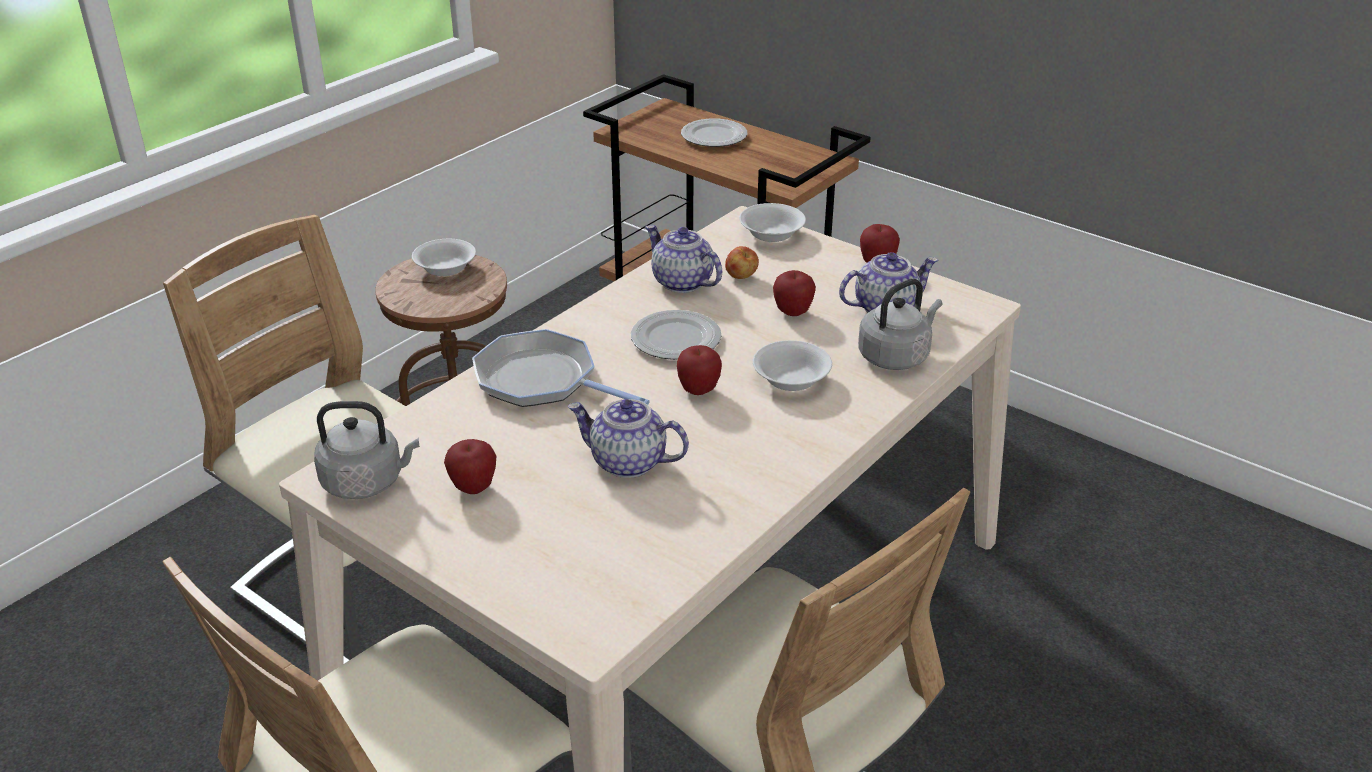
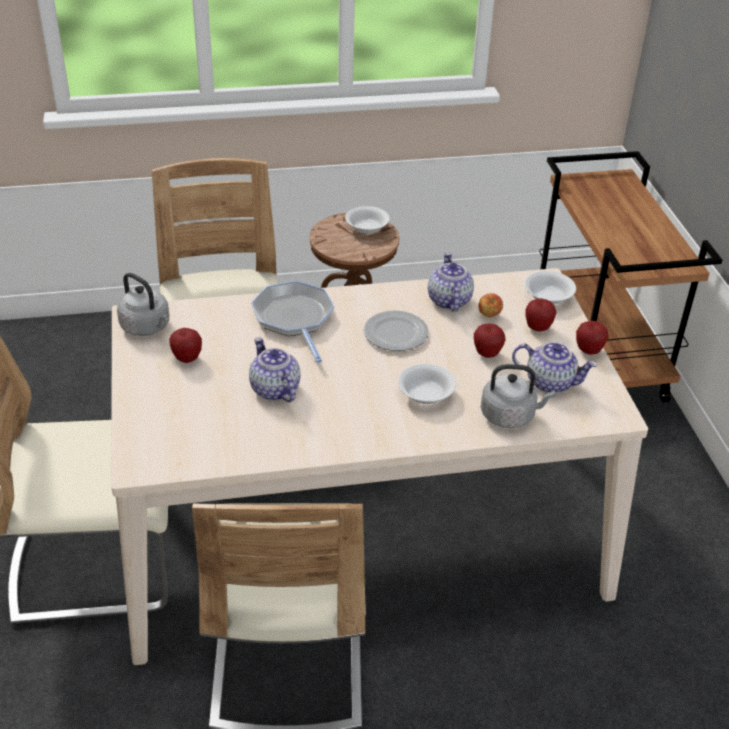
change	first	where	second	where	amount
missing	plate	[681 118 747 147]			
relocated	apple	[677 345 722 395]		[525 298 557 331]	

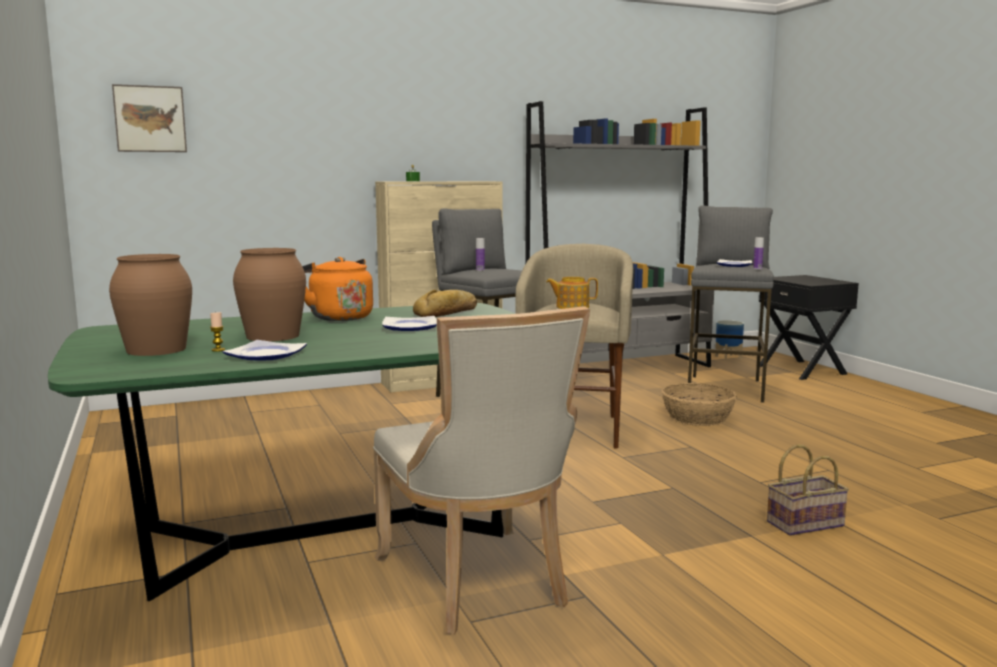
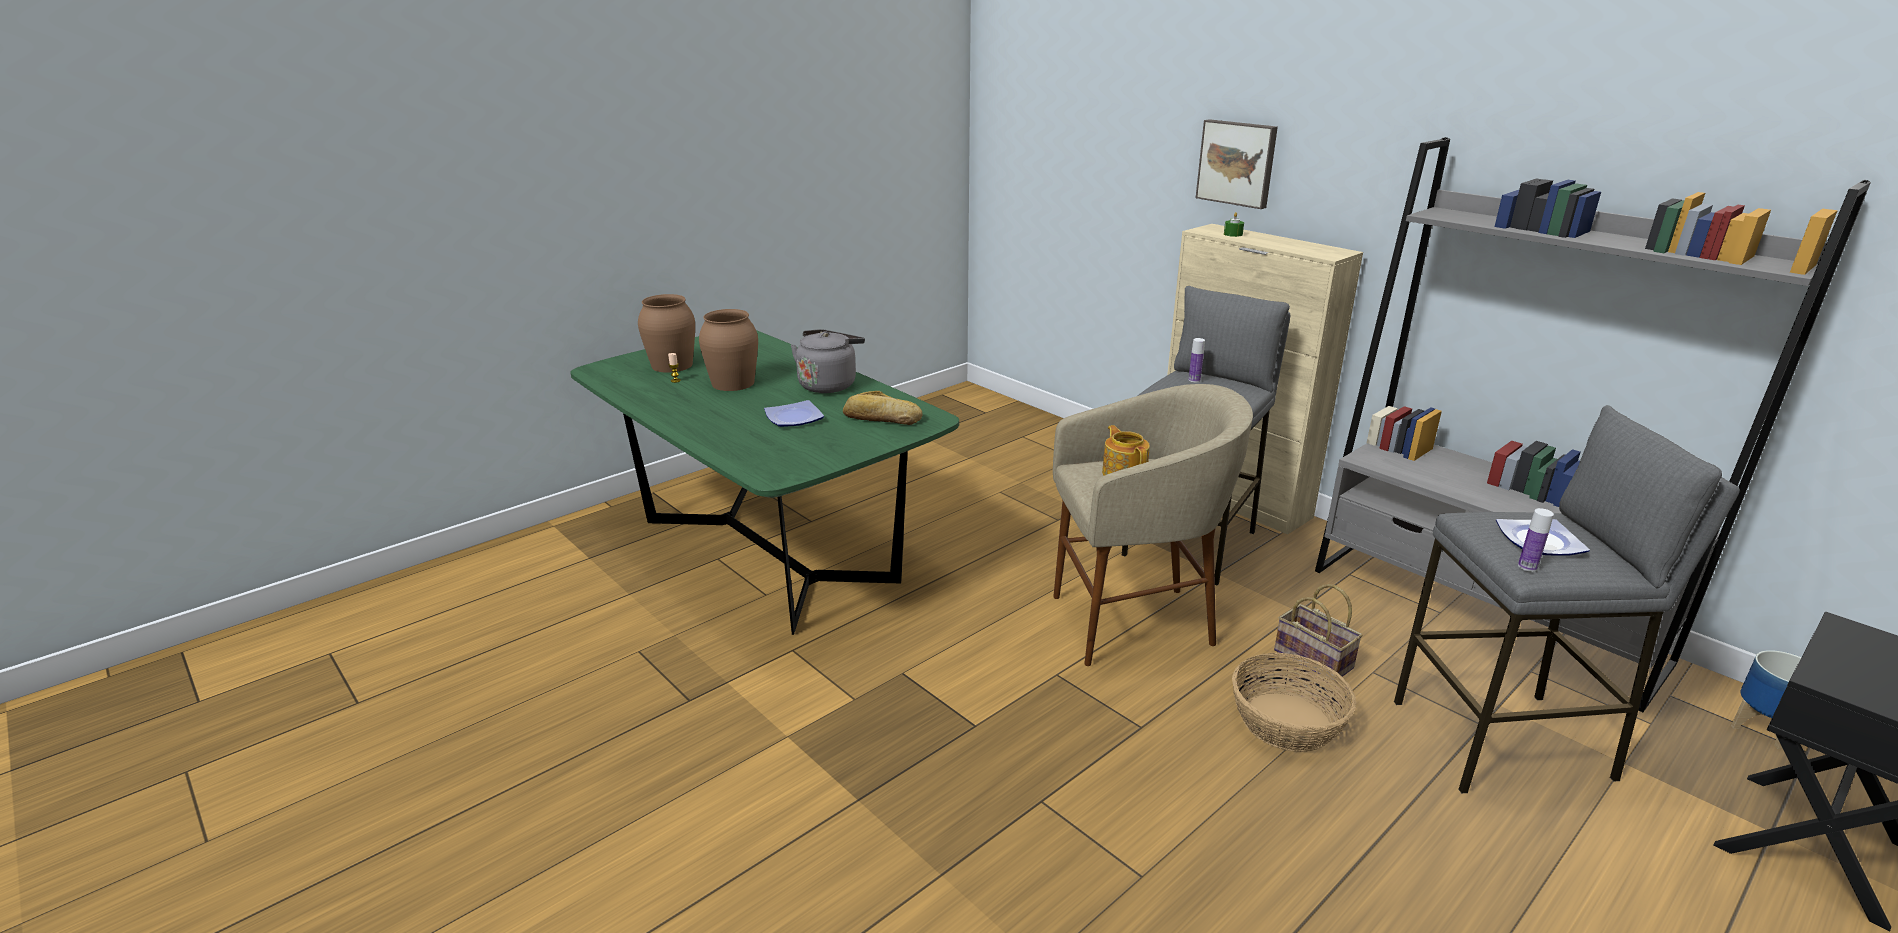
change	first	where	second	where	amount
relocated	picture	[112 84 187 152]		[1196 119 1278 209]	
colour	orange kettle	[302 257 373 321]	grey kettle	[791 329 865 393]	
missing	beige chair	[373 306 590 634]			
missing	plate	[222 340 307 361]			
relocated	basket	[767 445 849 536]		[1274 584 1363 679]	

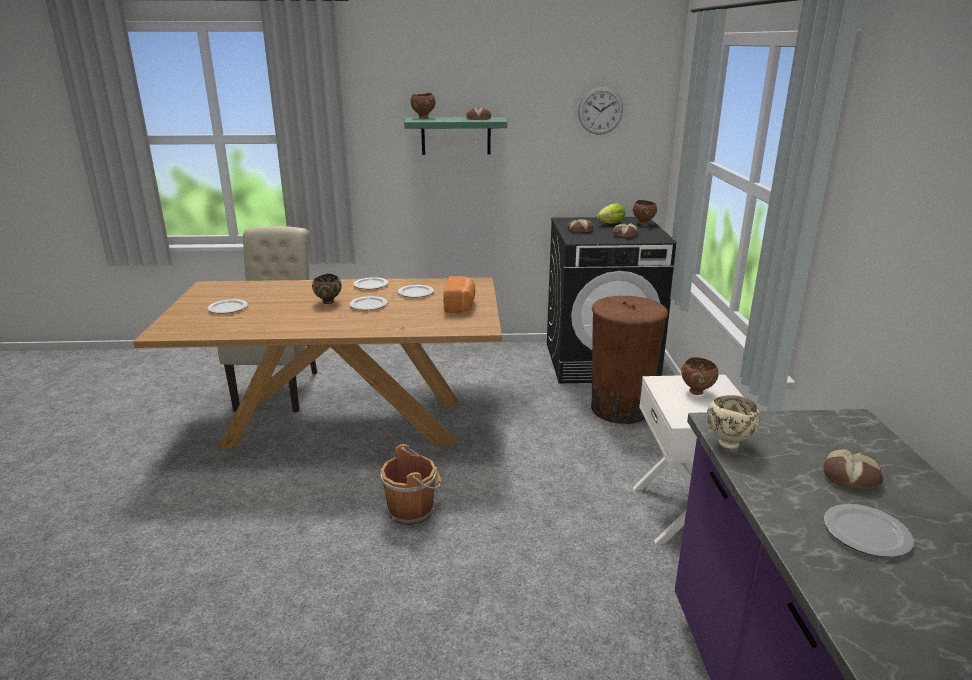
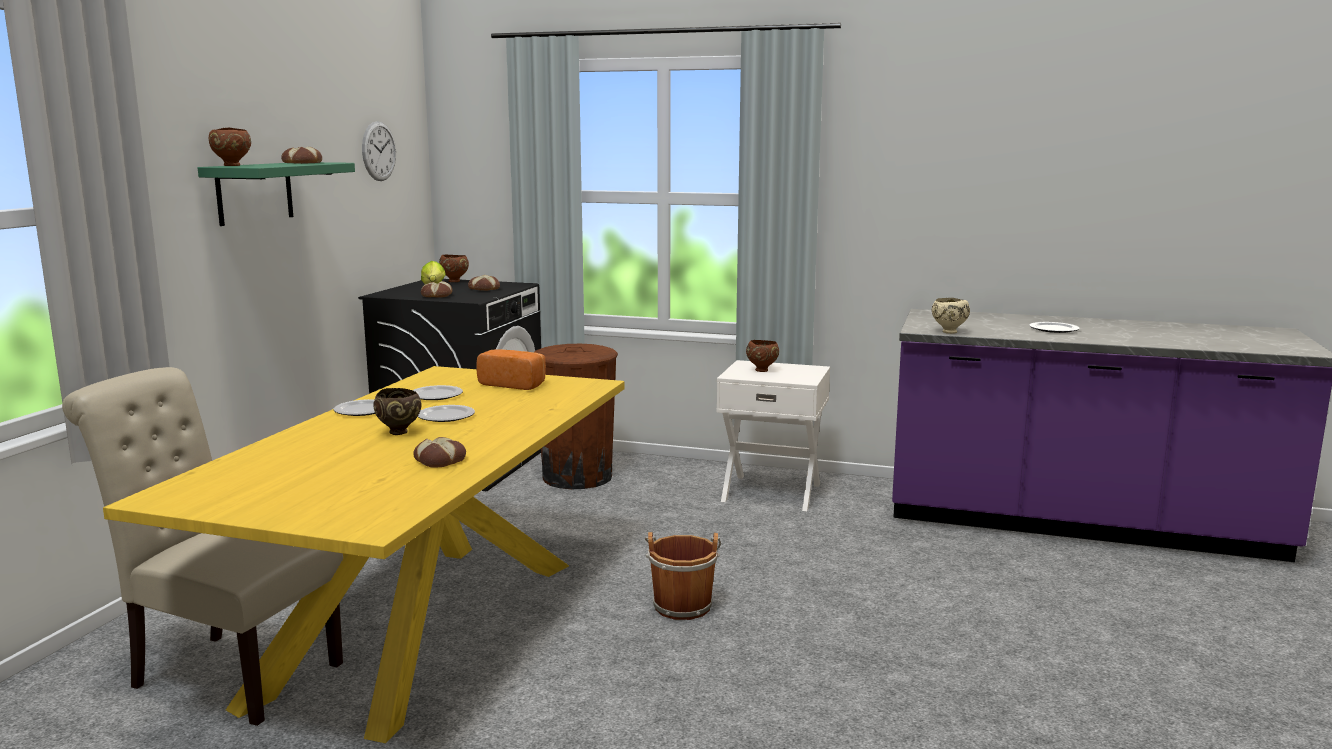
change	first	where	second	where	amount
colour	brown dining table	[133 277 502 449]	yellow dining table	[103 366 625 743]	
missing	plate	[207 299 248 314]			
relocated	bread	[824 448 883 490]		[413 437 466 468]	

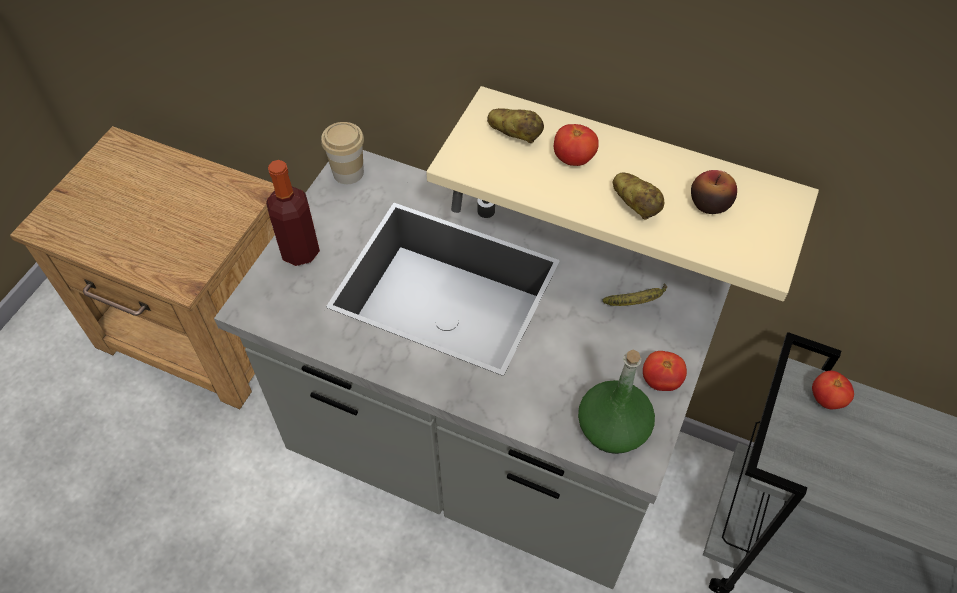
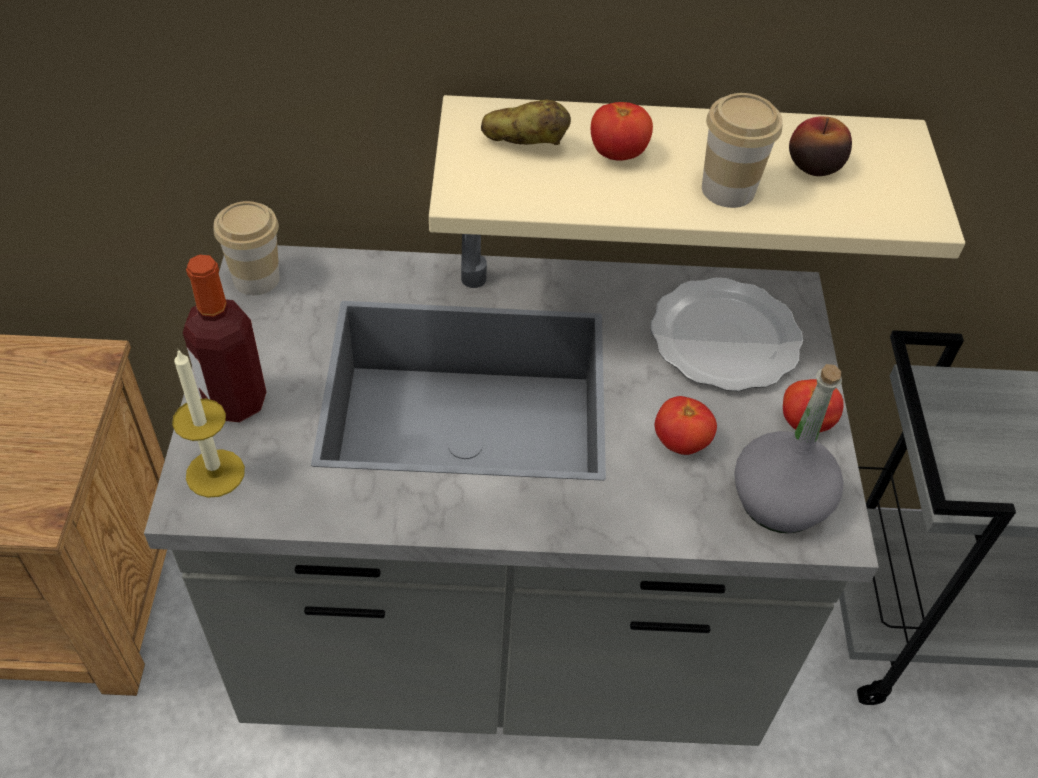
change	first	where	second	where	amount
exchanged	potato	[612 173 665 220]	cup	[702 93 783 208]	
exchanged	banana	[603 283 667 306]	plate	[651 278 803 391]	
colour	green bottle	[578 349 655 454]	grey bottle	[734 364 844 533]	
relocated	tomato	[812 371 854 409]		[655 396 717 455]	
appeared			candle	[172 349 245 498]	

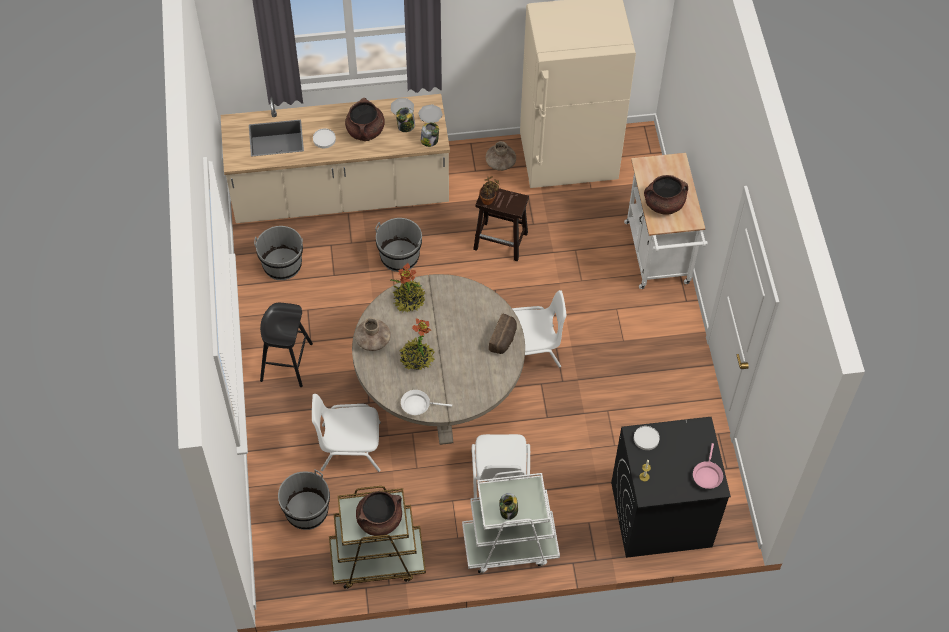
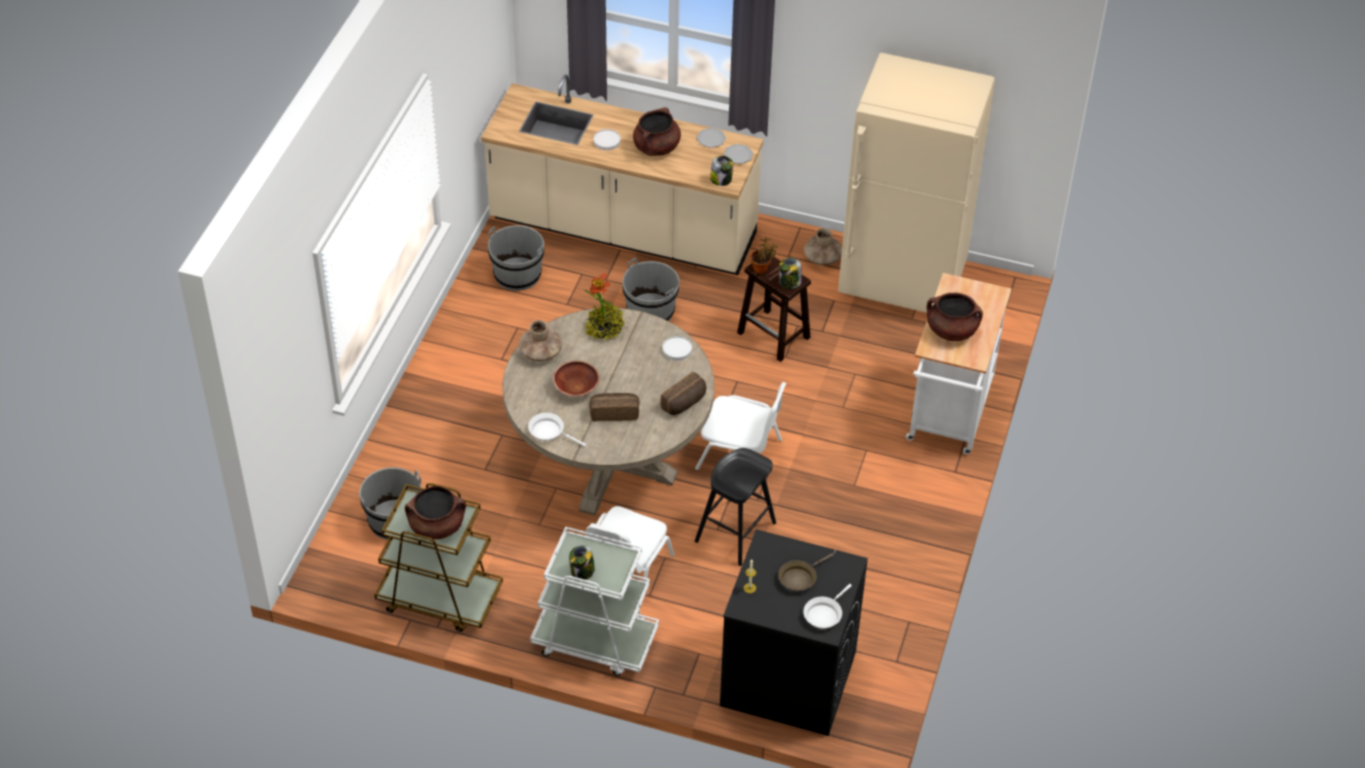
change	first	where	second	where	amount
relocated	jar	[396 108 415 132]		[779 257 802 289]	
relocated	black stool	[260 303 313 387]		[695 448 776 566]	
exchanged	potted plant	[400 318 435 371]	brown bowl	[553 361 600 396]	
missing	white chair	[312 394 381 472]			
relocated	white plate	[634 426 660 450]		[663 336 692 361]	
colour	pink frying pan	[693 443 723 489]	white frying pan	[803 584 852 629]	
appeared			bread	[589 393 640 422]	
appeared			brown frying pan	[778 553 833 592]	

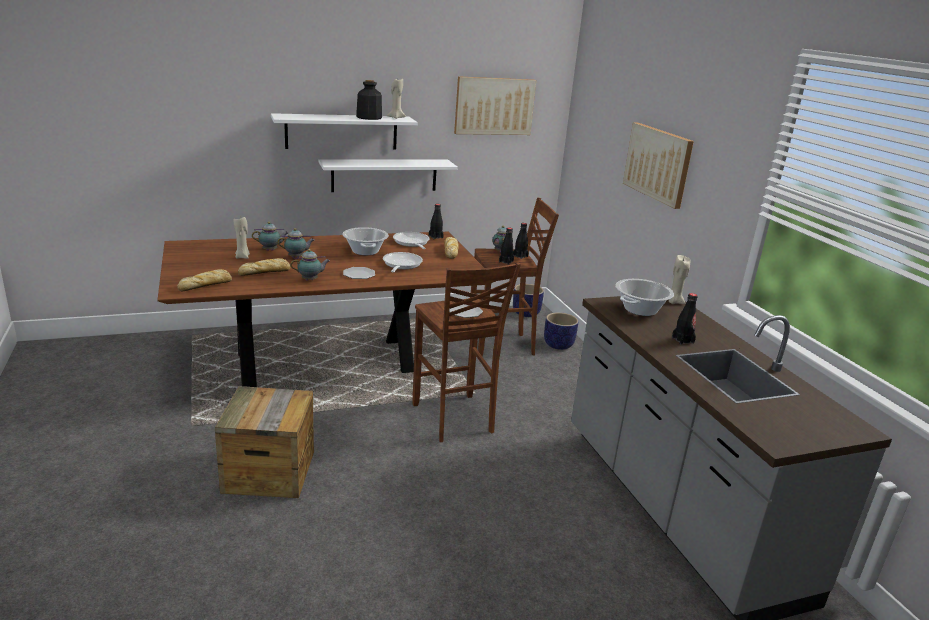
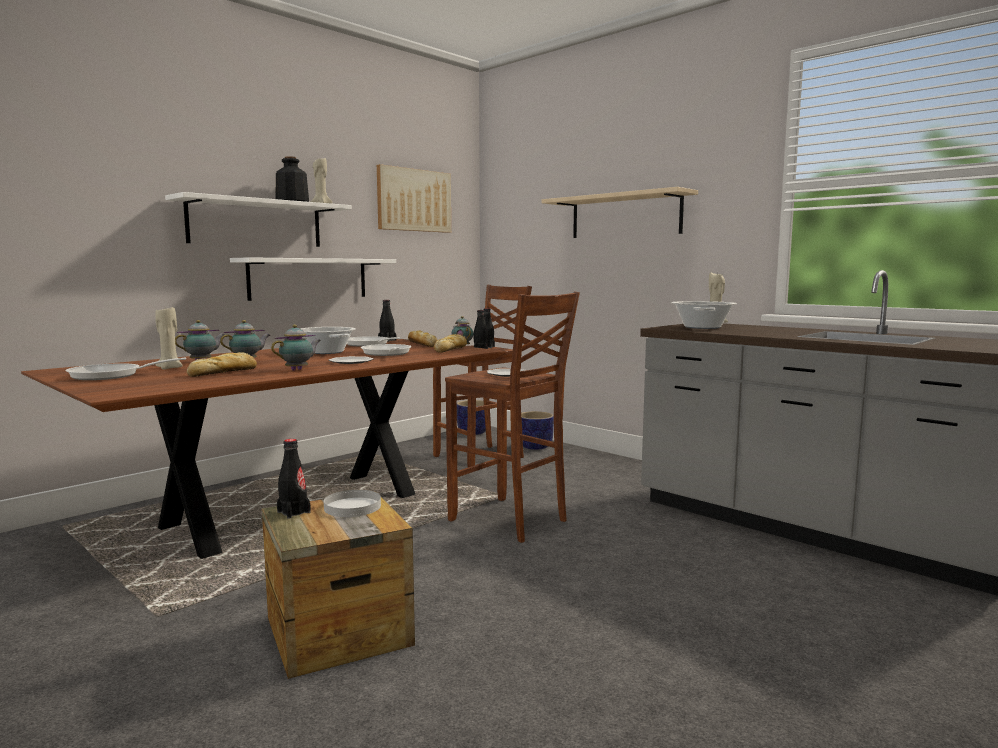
change	first	where	second	where	amount
exchanged	picture	[623 122 694 209]	beige shelf	[541 187 698 238]	
relocated	bread	[177 269 232 292]		[434 334 467 353]	
relocated	black bottle	[672 293 698 345]		[277 439 310 519]	
appeared			frying pan	[66 357 186 380]	
appeared			white plate	[324 490 381 517]	

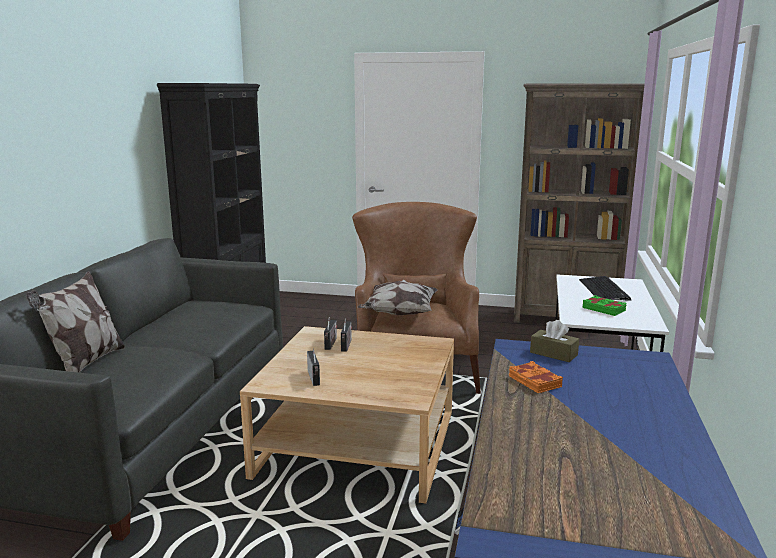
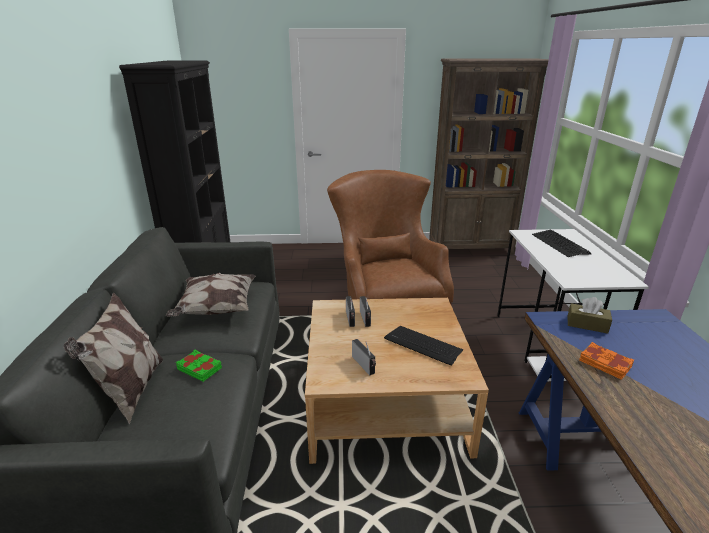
change	first	where	second	where	amount
relocated	pillow	[358 280 437 315]		[166 273 256 317]	
relocated	green book	[583 295 627 316]		[176 350 222 382]	
appeared			keyboard	[384 326 463 366]	

